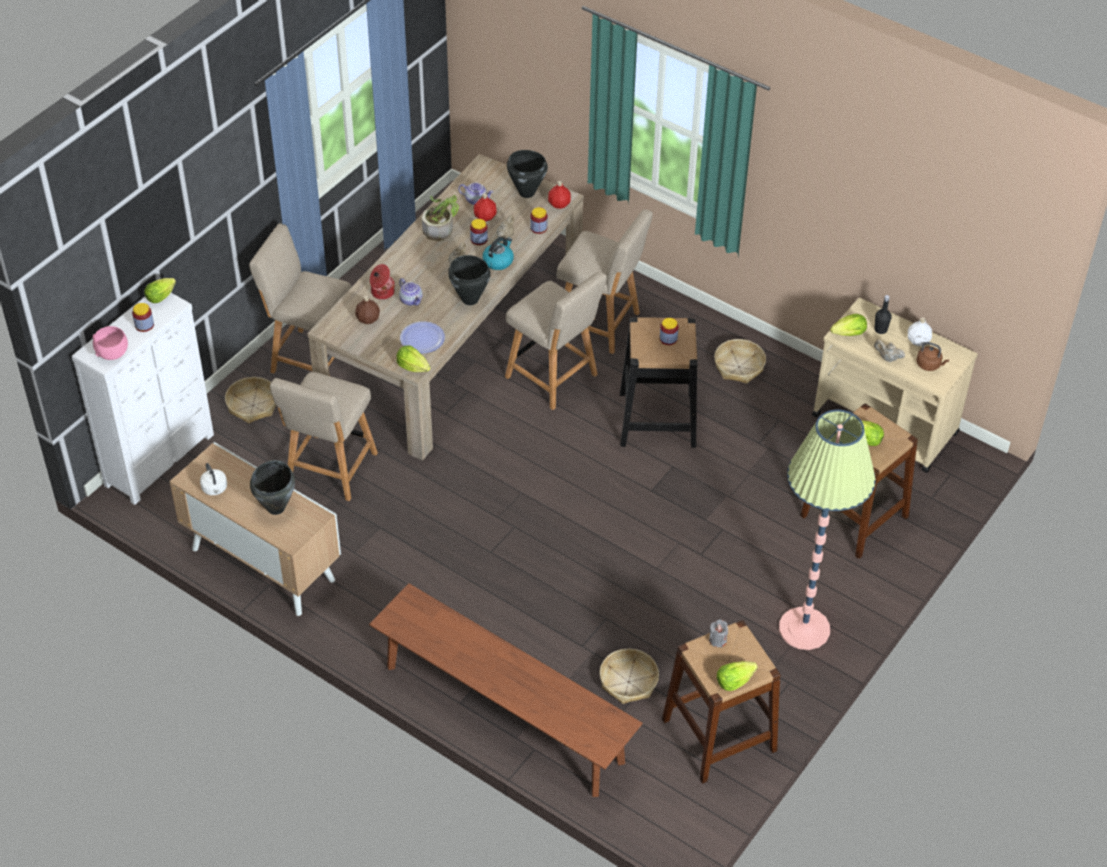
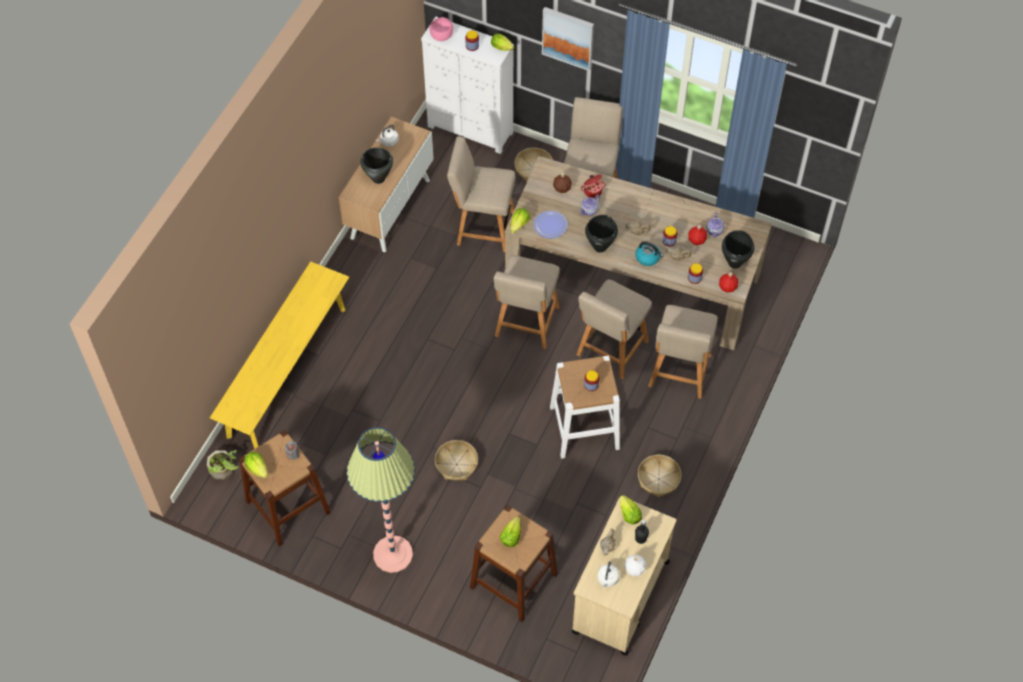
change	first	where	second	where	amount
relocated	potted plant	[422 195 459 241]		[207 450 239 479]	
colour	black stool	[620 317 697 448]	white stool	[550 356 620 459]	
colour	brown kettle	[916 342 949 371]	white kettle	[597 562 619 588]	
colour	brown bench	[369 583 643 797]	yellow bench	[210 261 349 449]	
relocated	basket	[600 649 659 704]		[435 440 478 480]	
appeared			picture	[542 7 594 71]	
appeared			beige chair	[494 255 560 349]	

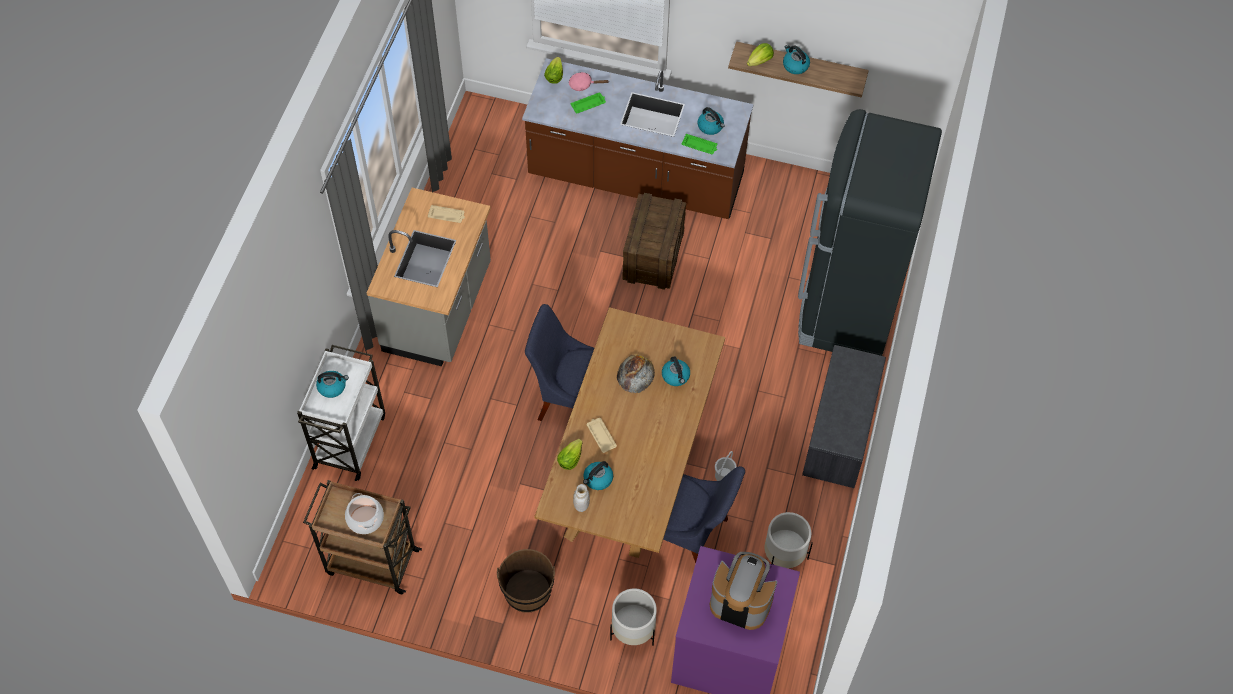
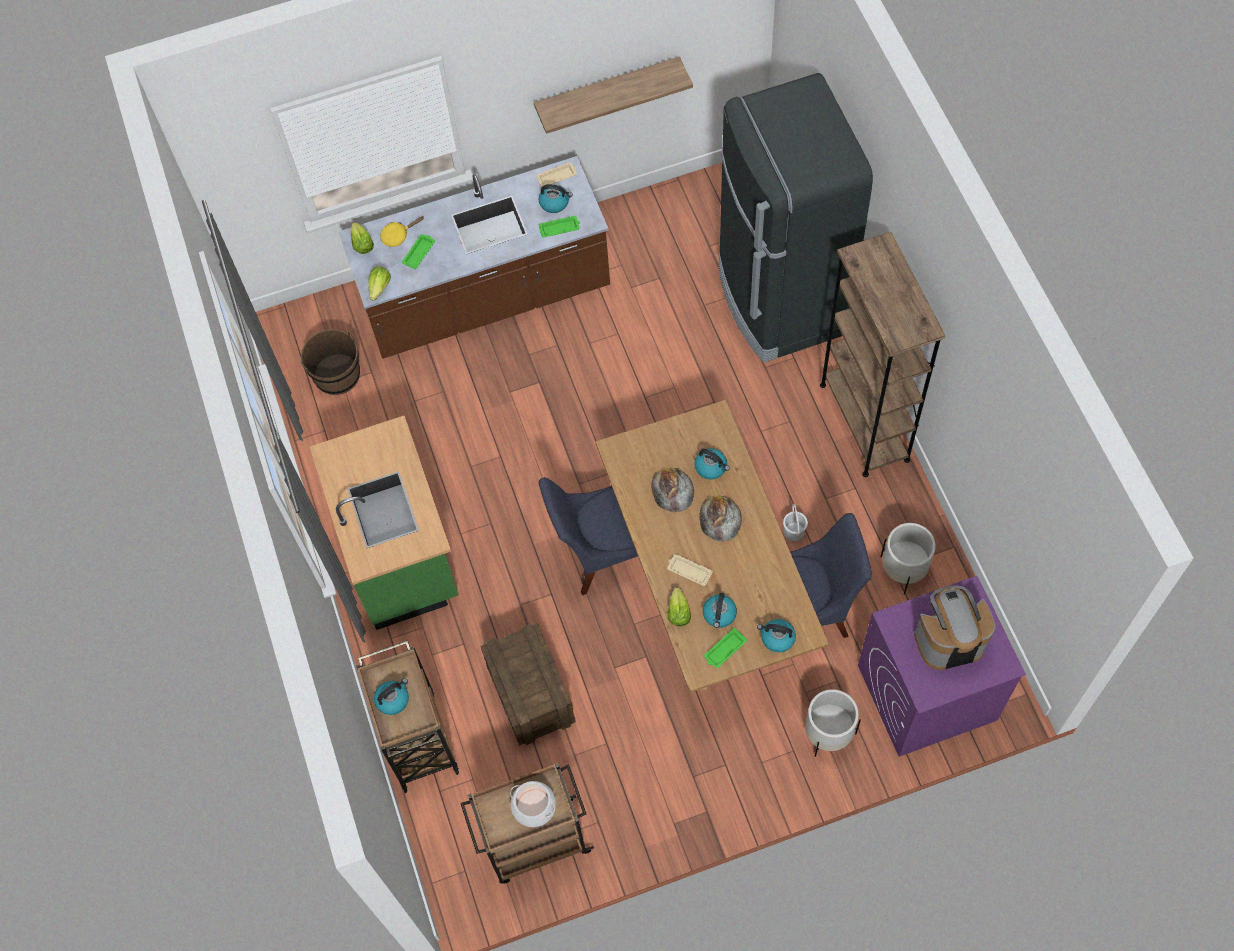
change	first	where	second	where	amount
relocated	lettuce	[747 43 774 66]		[368 266 391 301]	
relocated	kettle	[783 45 810 74]		[757 619 796 653]	
colour	pink frying pan	[569 72 609 91]	yellow frying pan	[380 217 424 247]	
colour	grey counter	[367 188 491 366]	green counter	[310 416 459 630]	
relocated	crate	[622 193 686 290]		[480 623 575 746]	
relocated	beige tray	[428 205 465 223]		[536 162 577 187]	
colour	white cart	[297 345 385 481]	brown cart	[356 641 459 793]	
exchanged	grey bench	[802 345 886 488]	brown bookcase	[820 232 945 477]	
exchanged	white jar	[573 484 590 512]	green tray	[704 628 747 668]	
relocated	brown bucket	[497 549 555 613]		[301 329 360 395]	
appeared			bread	[699 496 742 542]	

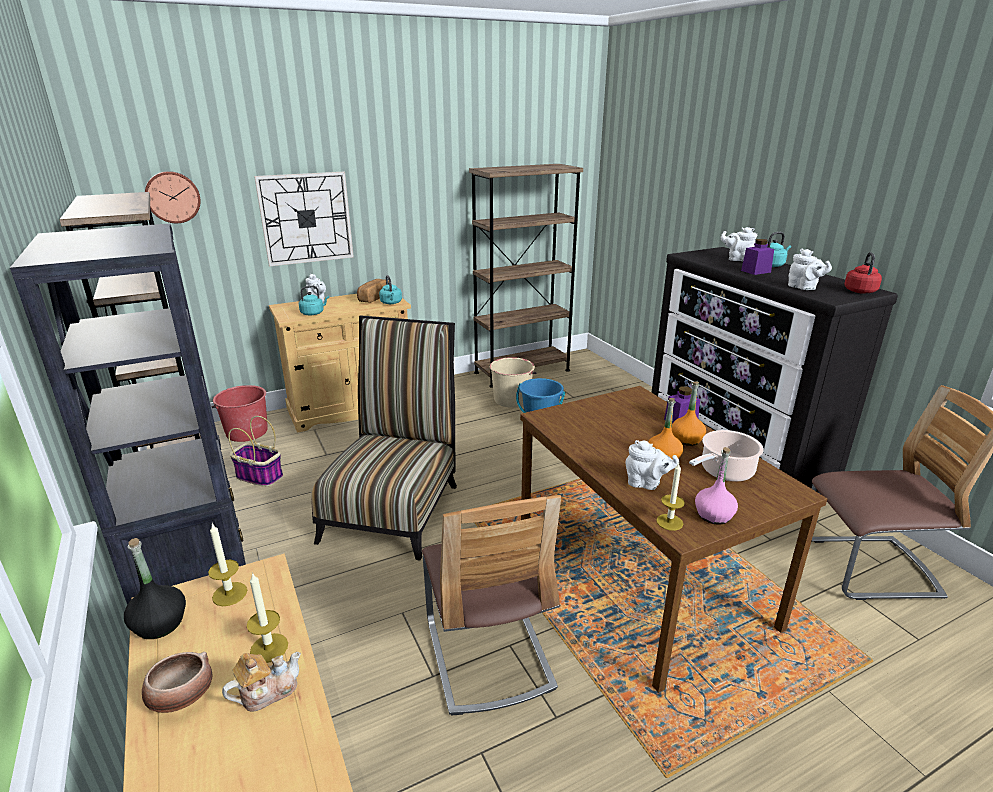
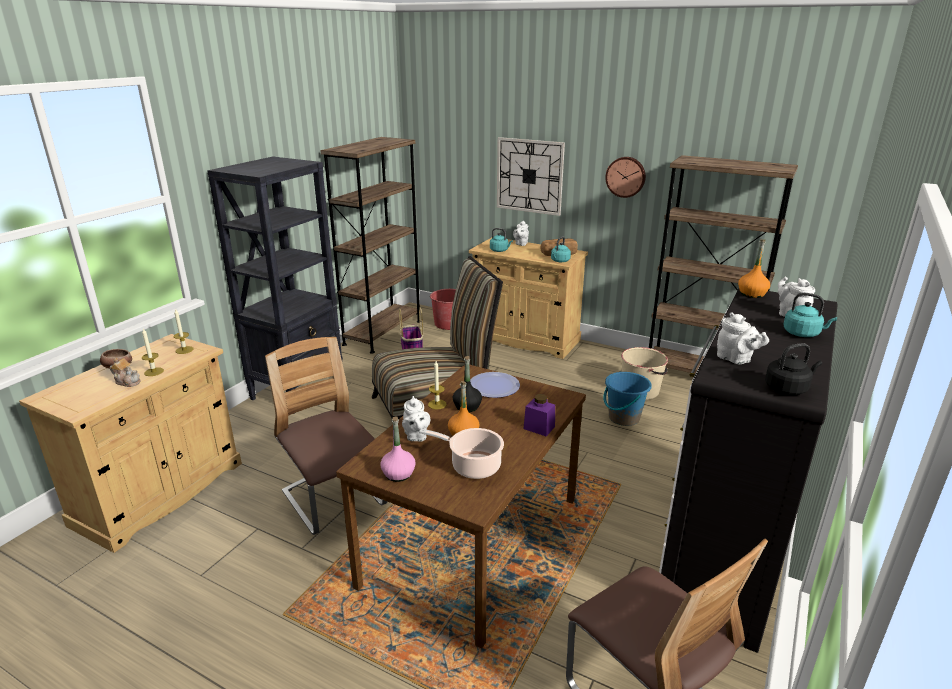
change	first	where	second	where	amount
relocated	wall clock	[145 171 201 223]		[605 157 646 198]	
missing	purple jar	[741 239 774 275]			
spun	white teapot	[788 249 832 290]		[717 312 769 364]	60 degrees counterclockwise
colour	red kettle	[844 252 882 294]	black kettle	[765 343 822 395]	
relocated	orange bottle	[672 382 706 446]		[738 239 770 298]	
relocated	candle	[656 463 685 531]		[428 361 447 410]	
spun	chair	[422 495 561 716]		[265 337 387 535]	105 degrees clockwise
relocated	black bottle	[124 538 186 639]		[453 356 482 412]	
appeared			plate	[470 372 520 398]	

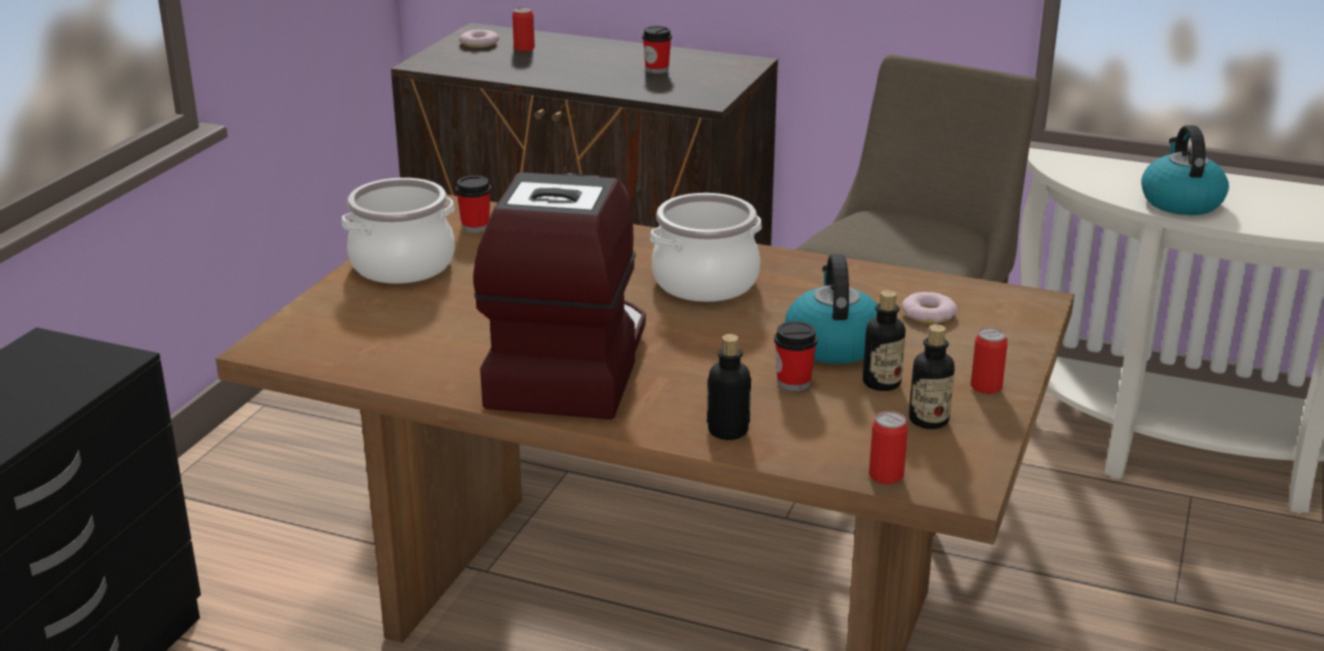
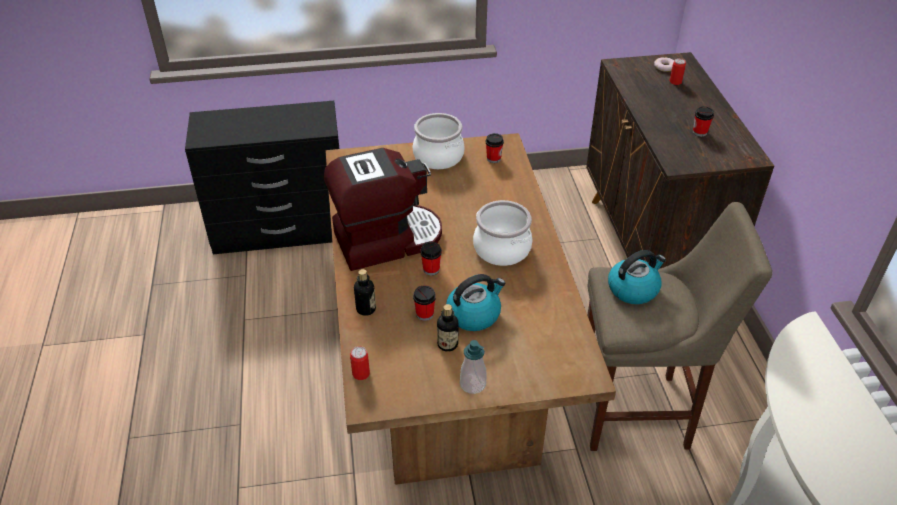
change	first	where	second	where	amount
relocated	kettle	[1141 125 1229 215]		[608 250 666 304]	
missing	donut	[901 292 958 323]			
missing	bottle	[909 324 955 429]			
exchanged	can	[971 327 1008 394]	soap dispenser	[460 340 487 394]	
appeared			cup	[420 242 442 275]	

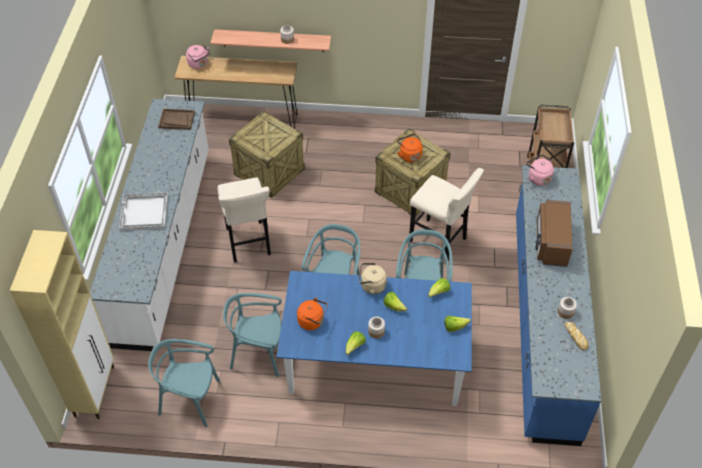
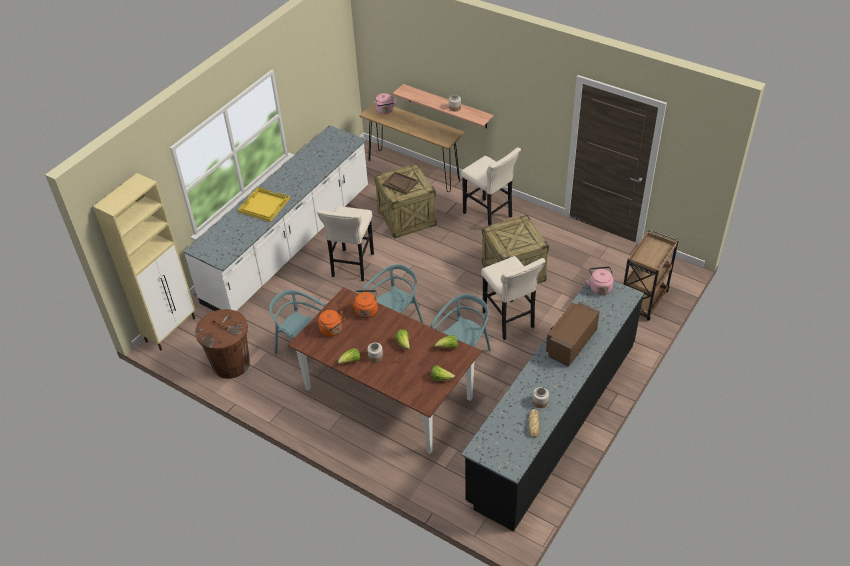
change	first	where	second	where	amount
relocated	brown tray	[158 109 195 130]		[383 171 418 195]	
relocated	orange kettle	[397 134 423 163]		[349 290 378 318]	
colour	blue counter	[516 165 602 446]	black counter	[461 278 644 532]	
colour	white tray	[119 192 168 231]	yellow tray	[238 187 290 222]	
missing	beige kettle	[359 263 387 294]			
colour	blue dining table	[276 271 472 406]	brown dining table	[288 287 481 454]	
exchanged	turquoise chair	[148 339 220 427]	brown trash can	[195 309 250 379]	
appeared			beige stool	[461 147 521 226]	

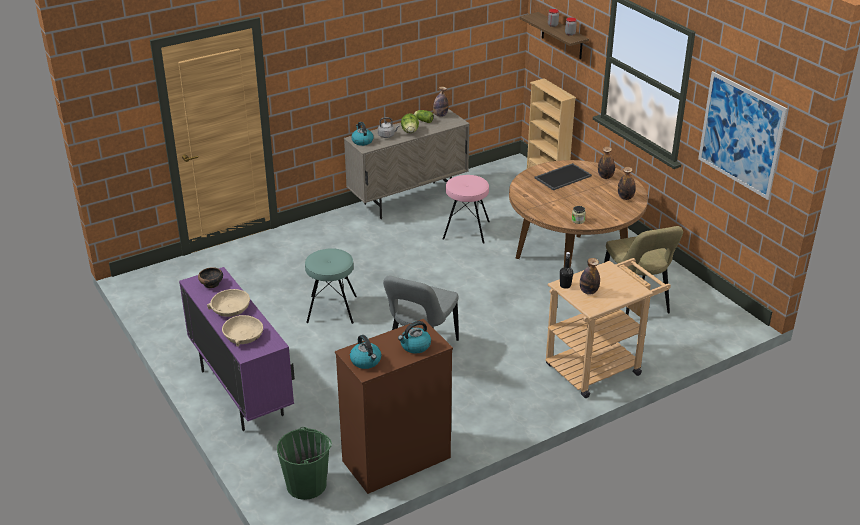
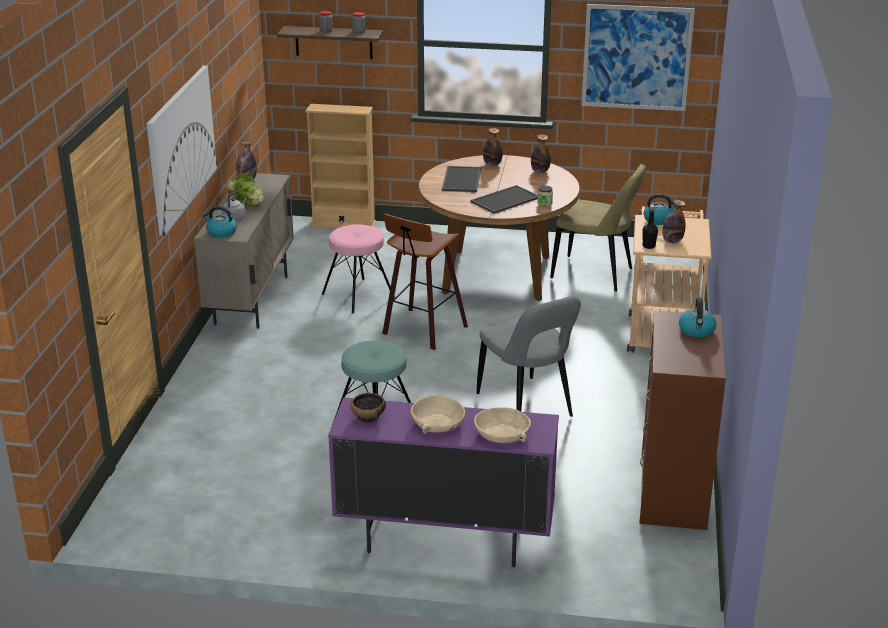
change	first	where	second	where	amount
relocated	kettle	[350 335 381 369]		[644 194 675 225]	
missing	green bucket	[277 427 332 500]			
appeared			picture	[146 66 217 236]	
appeared			tray	[470 185 538 214]	
appeared			stool	[382 214 468 350]	

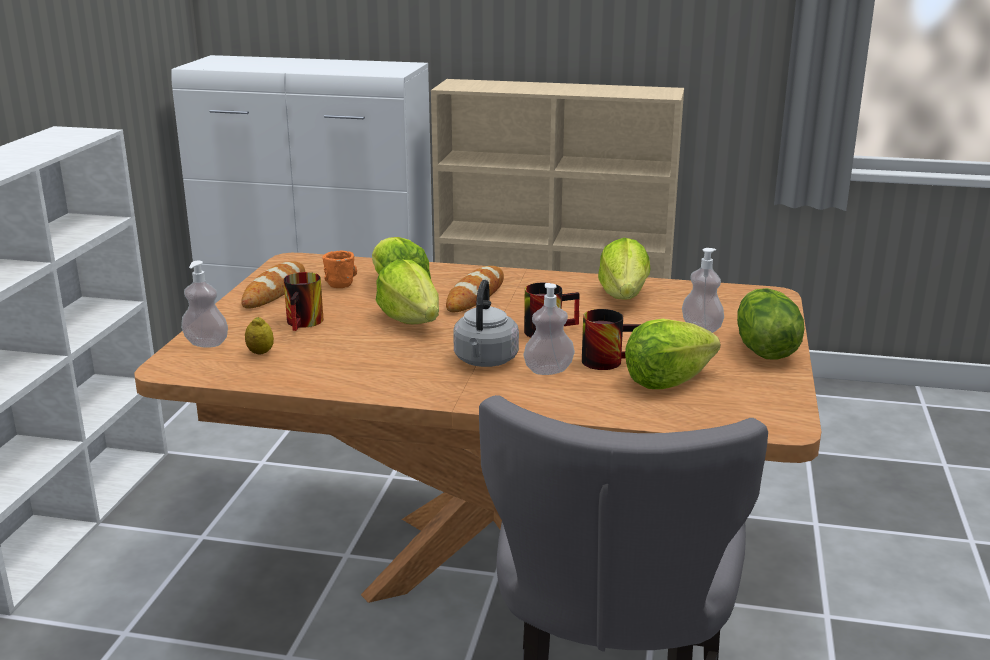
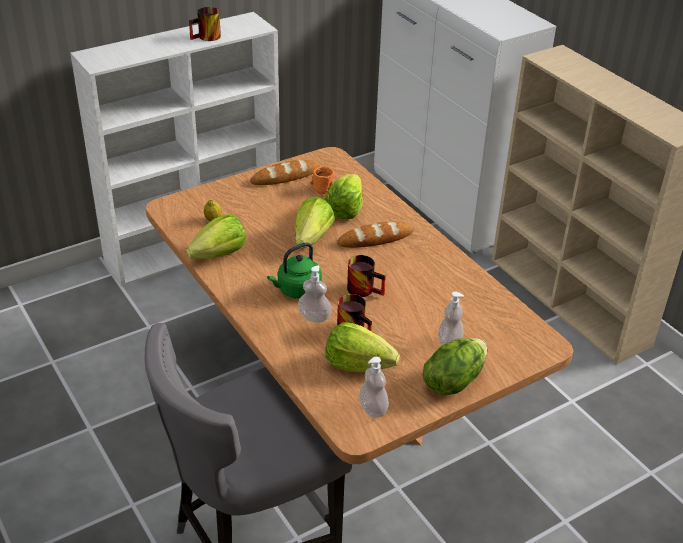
change	first	where	second	where	amount
relocated	lettuce	[598 238 651 299]		[186 214 246 259]	
relocated	soap dispenser	[181 261 228 347]		[359 357 389 418]	
relocated	mug	[284 272 324 331]		[189 7 221 41]	
colour	grey kettle	[453 280 519 367]	green kettle	[267 242 322 299]	

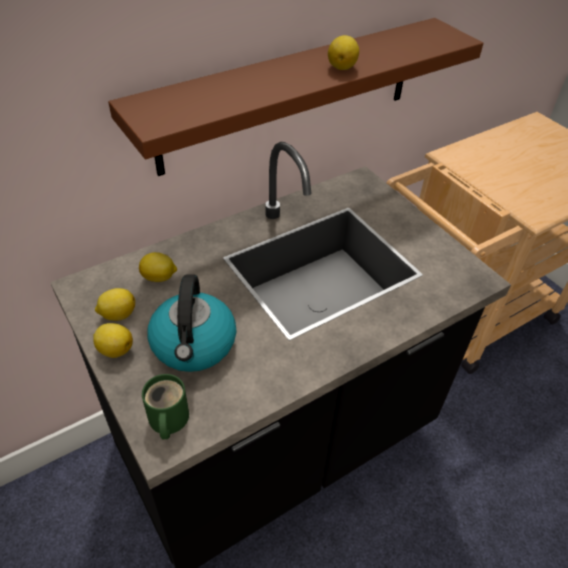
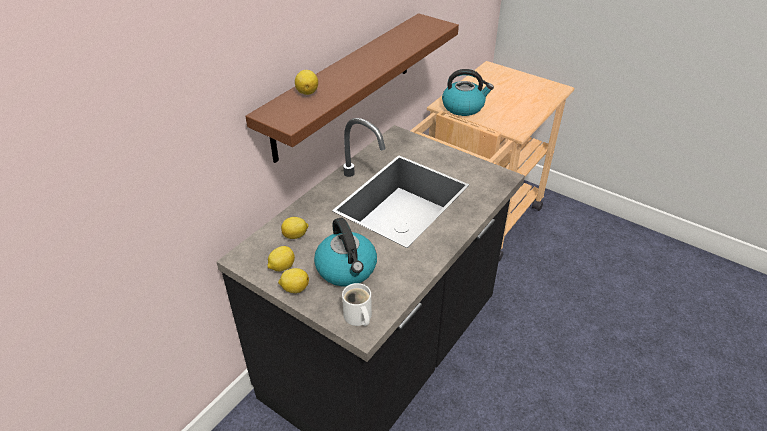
change	first	where	second	where	amount
relocated	lemon	[328 35 359 70]		[295 70 318 95]	
colour	green mug	[142 374 189 439]	white mug	[342 283 372 326]	
appeared			kettle	[442 69 494 116]	

